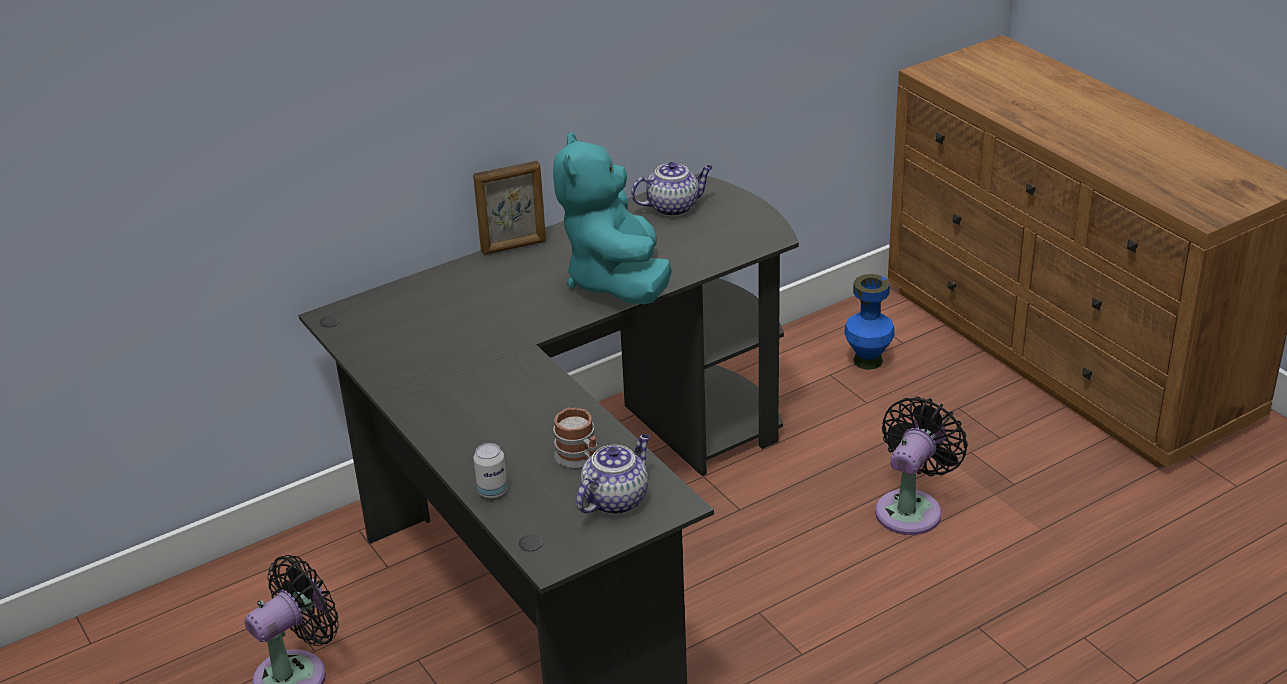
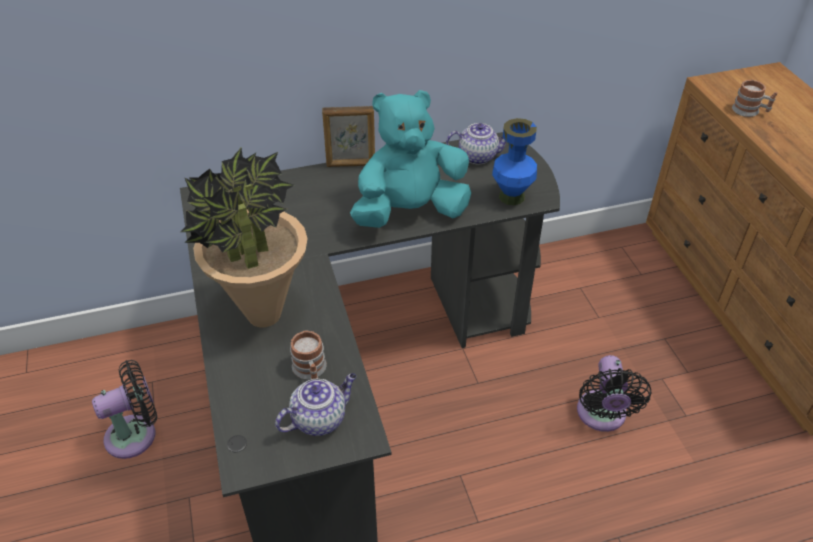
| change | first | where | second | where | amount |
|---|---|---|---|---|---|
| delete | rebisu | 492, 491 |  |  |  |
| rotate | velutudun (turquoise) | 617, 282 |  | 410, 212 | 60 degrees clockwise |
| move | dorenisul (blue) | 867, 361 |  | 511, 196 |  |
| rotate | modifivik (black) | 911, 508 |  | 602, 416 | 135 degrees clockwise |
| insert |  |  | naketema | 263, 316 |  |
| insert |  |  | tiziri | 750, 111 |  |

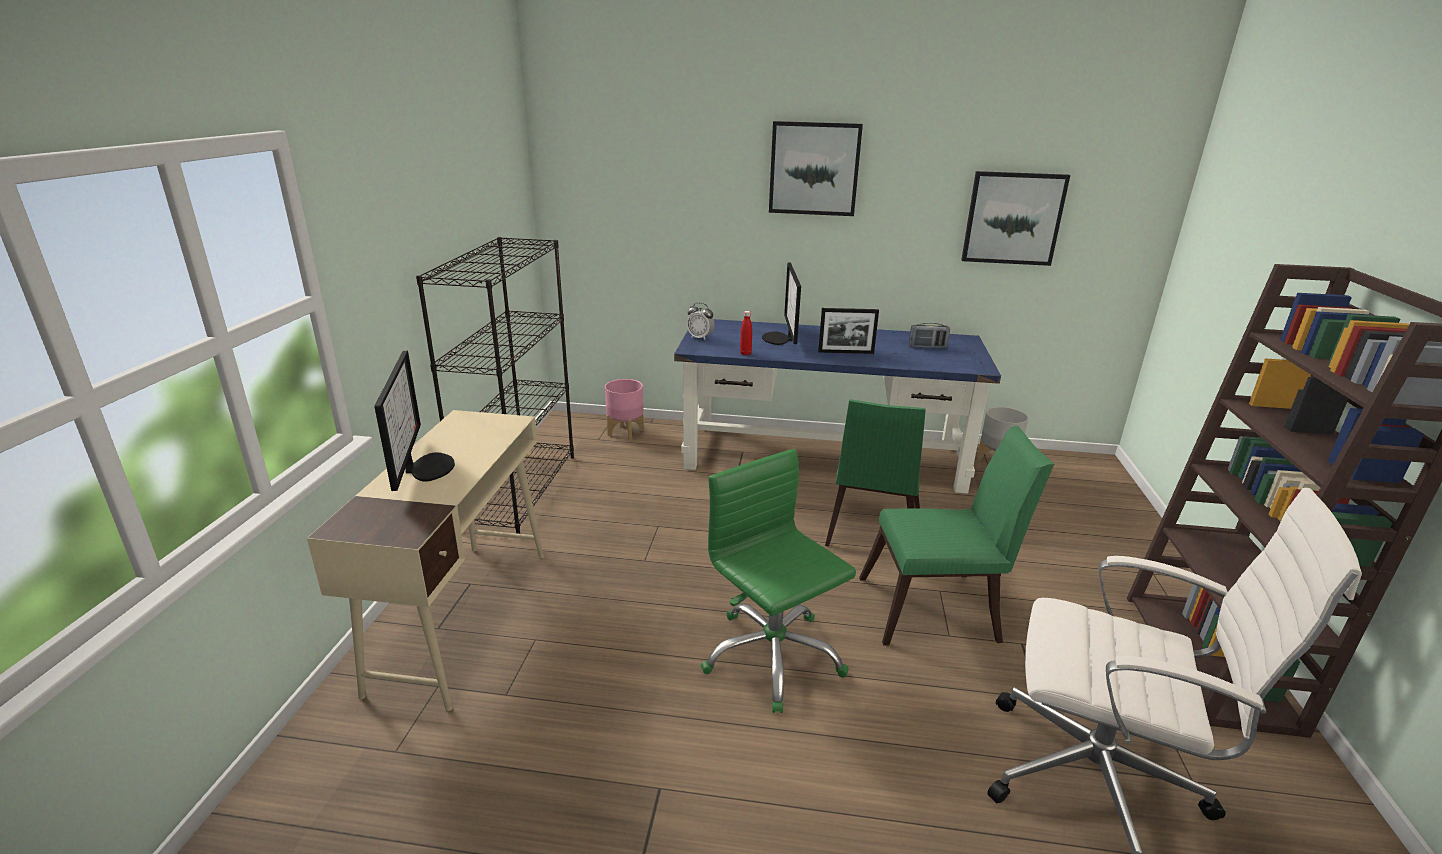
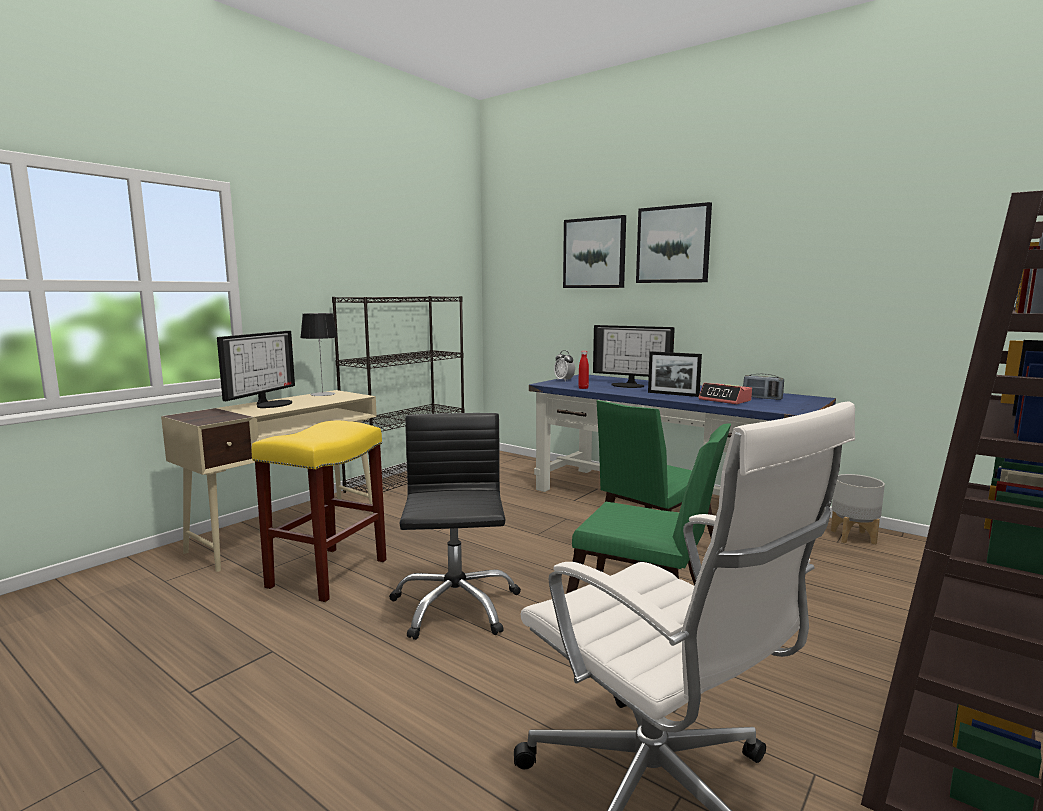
| change | first | where | second | where | amount |
|---|---|---|---|---|---|
| delete | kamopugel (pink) | 625, 432 |  |  |  |
| recolor | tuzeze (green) | 772, 656 | tuzeze (black) | 455, 606 |  |
| rotate | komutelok | 780, 338 |  | 629, 385 | 90 degrees counterclockwise |
| move | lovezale | 1013, 218 |  | 594, 253 |  |
| insert |  |  | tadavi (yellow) | 328, 574 |  |
| insert |  |  | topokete | 322, 394 |  |
| insert |  |  | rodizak | 725, 400 |  |

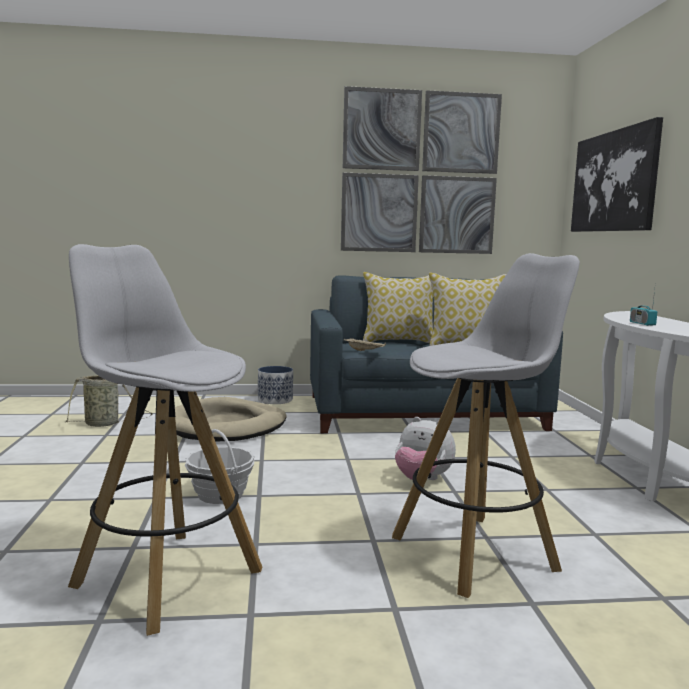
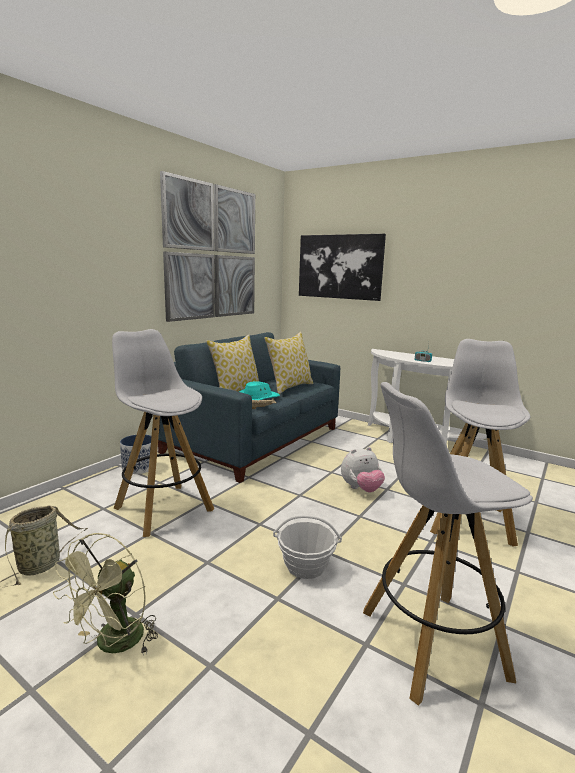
| change | first | where | second | where | amount |
|---|---|---|---|---|---|
| replace | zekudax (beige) | 226, 426 | tadavi (white) | 163, 508 |  |
| insert |  |  | modifivik (green) | 113, 644 |  |
| insert |  |  | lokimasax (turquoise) | 257, 398 |  |

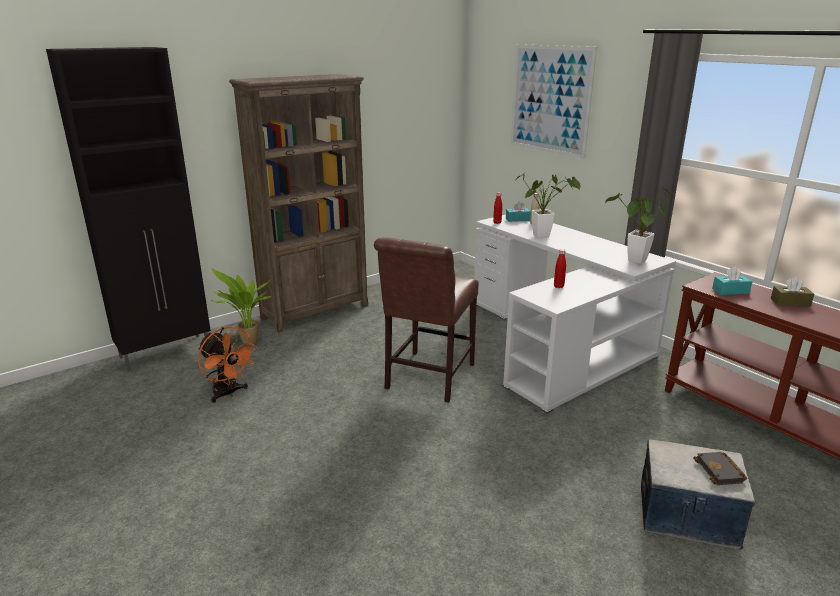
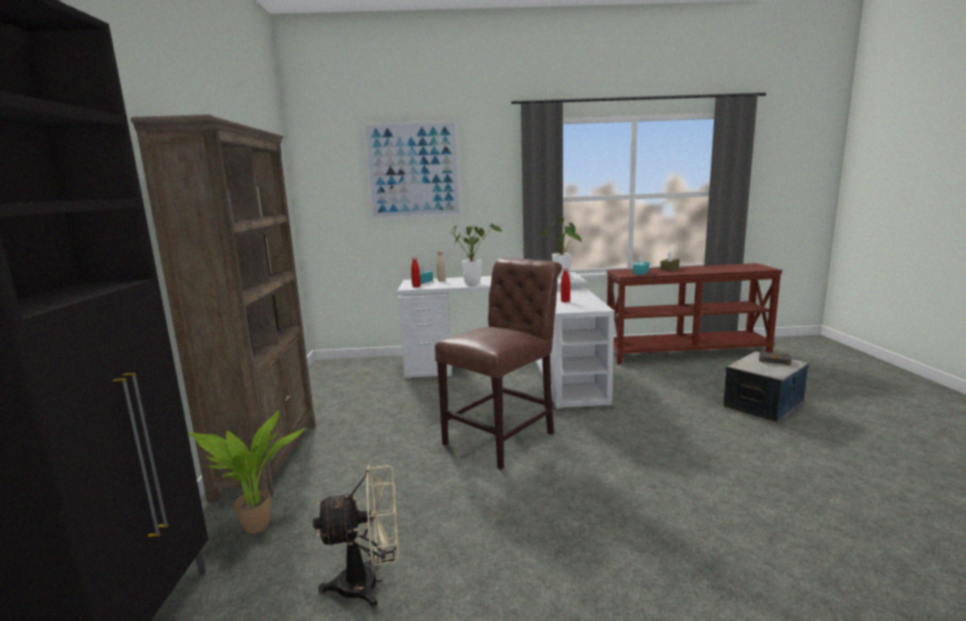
| change | first | where | second | where | amount |
|---|---|---|---|---|---|
| recolor | modifivik (orange) | 228, 393 | modifivik (beige) | 369, 583 |  |
| rotate | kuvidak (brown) | 427, 378 |  | 504, 436 | 105 degrees counterclockwise |

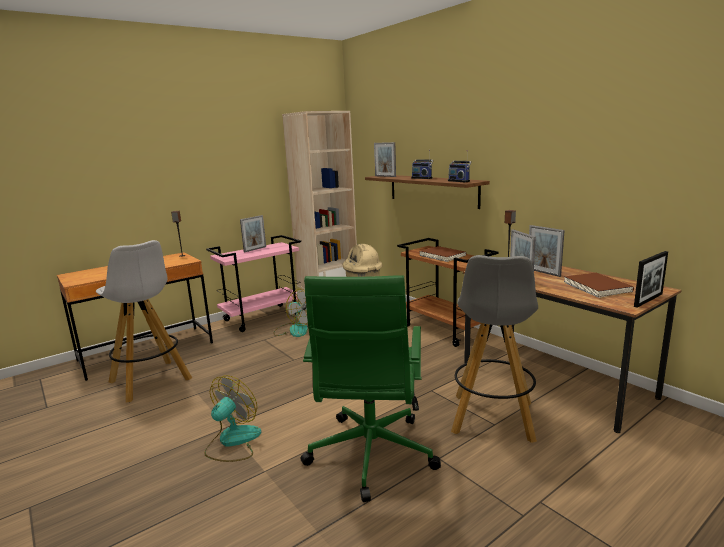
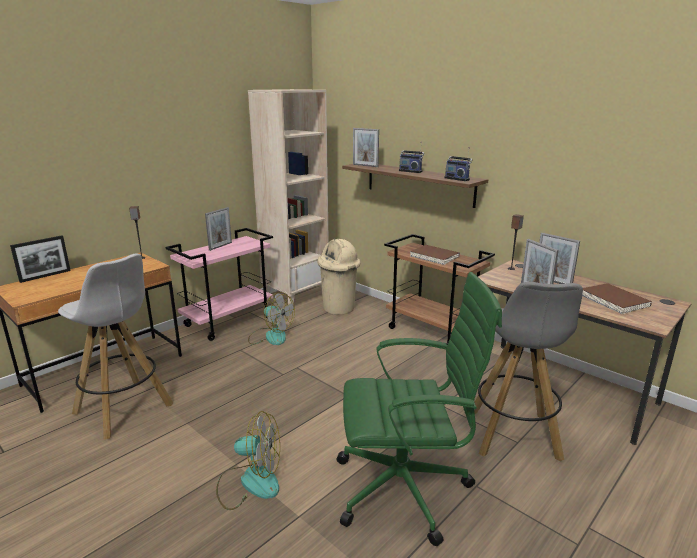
| change | first | where | second | where | amount |
|---|---|---|---|---|---|
| rotate | modifivik | 232, 442 |  | 250, 482 | 75 degrees clockwise |
| rotate | tuzeze (green) | 370, 456 |  | 406, 488 | 90 degrees counterclockwise |
| move | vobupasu | 648, 300 |  | 45, 276 |  |

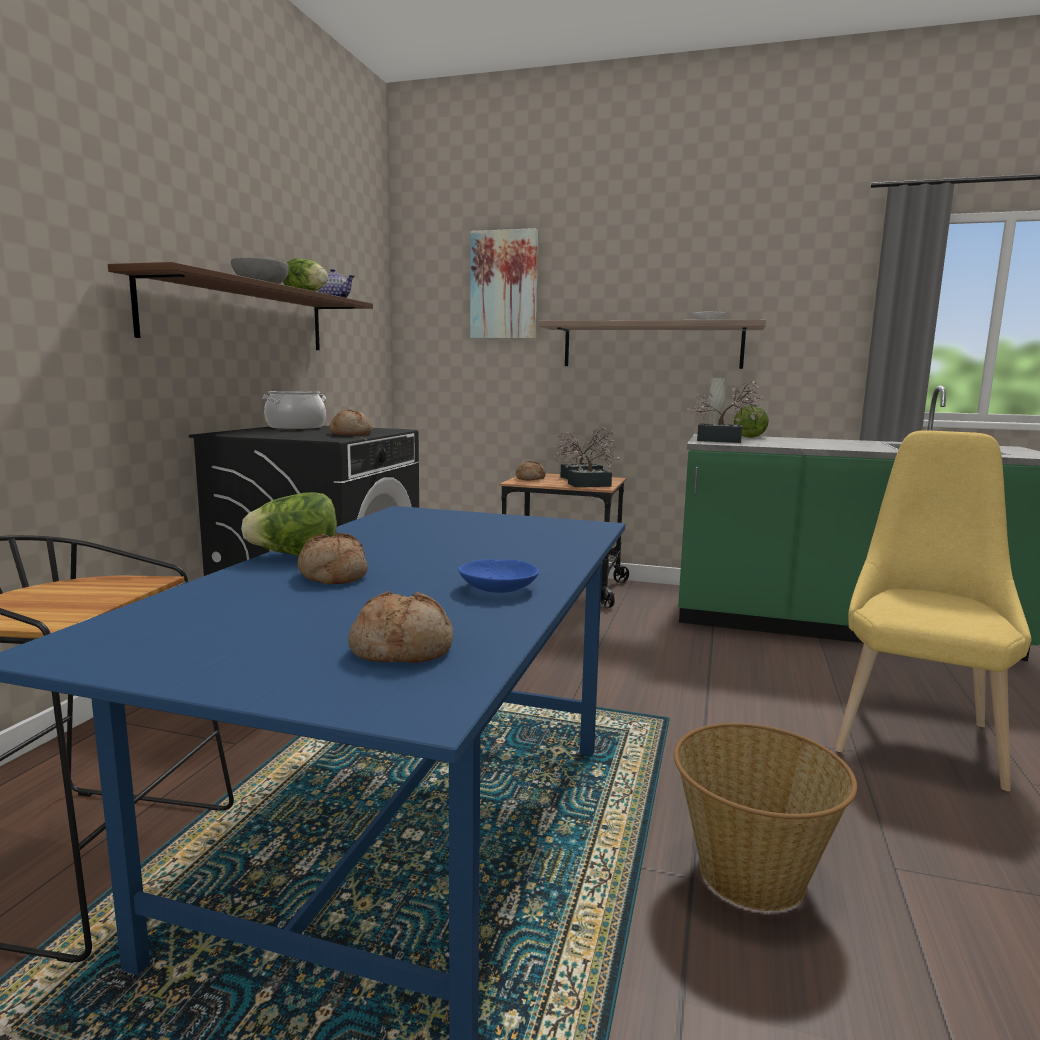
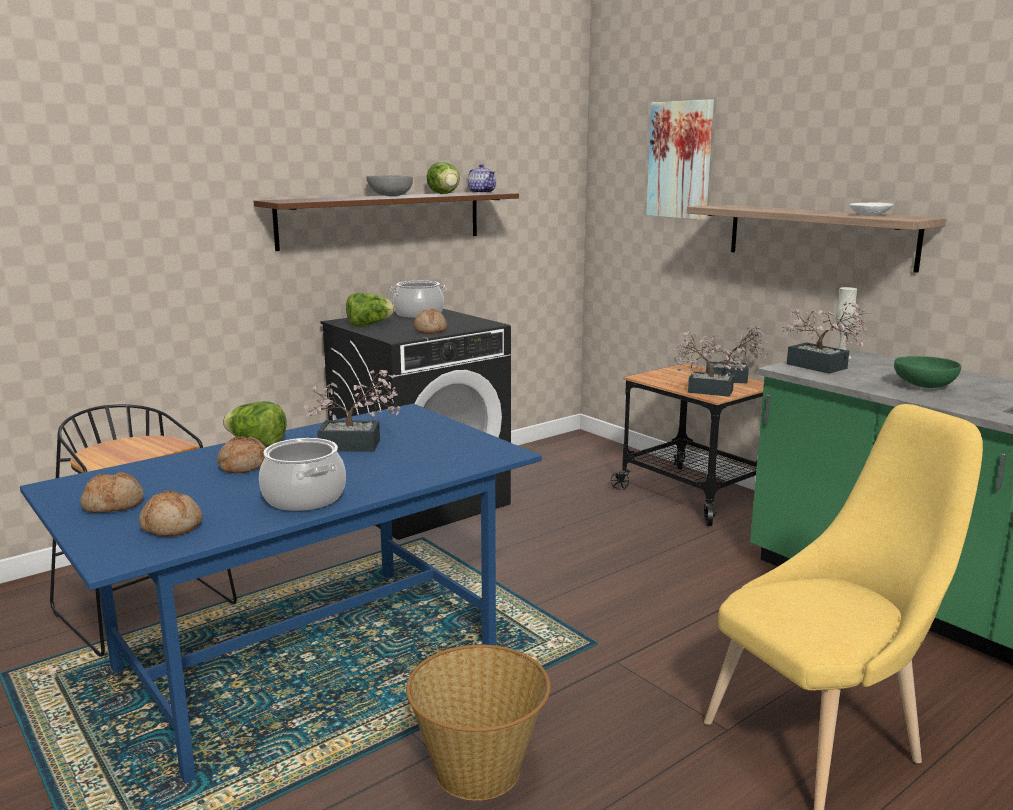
| change | first | where | second | where | amount |
|---|---|---|---|---|---|
| replace | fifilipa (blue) | 499, 588 | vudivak | 305, 498 |  |
| move | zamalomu | 530, 478 |  | 114, 504 |  |
| move | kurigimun | 751, 437 |  | 369, 325 |  |
| insert |  |  | naketema | 357, 445 |  |
| insert |  |  | fifilipa (green) | 923, 387 |  |

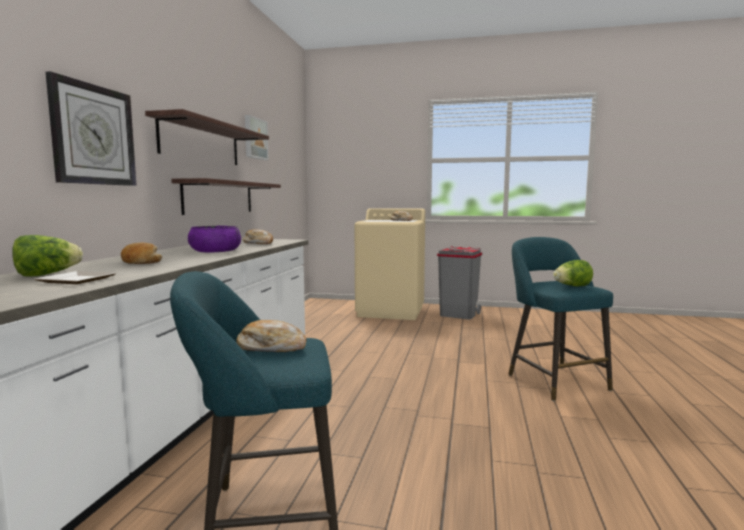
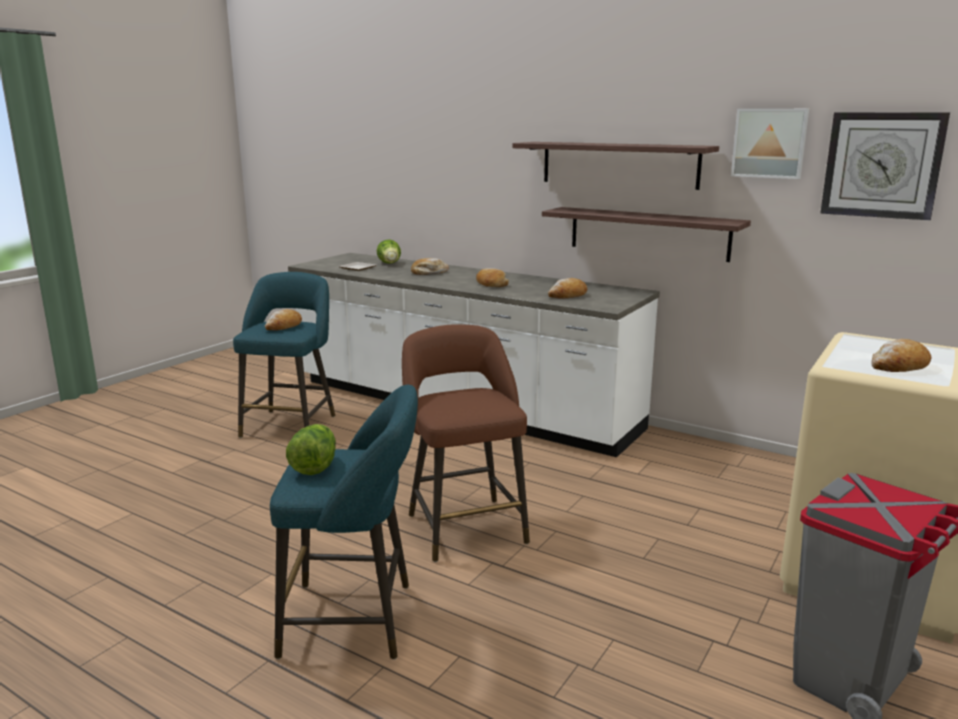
| change | first | where | second | where | amount |
|---|---|---|---|---|---|
| move | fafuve | 93, 135 |  | 882, 165 |  |
| replace | fifilipa (purple) | 215, 251 | zamalomu | 491, 284 |  |
| insert |  |  | tadavi (brown) | 464, 525 |  |

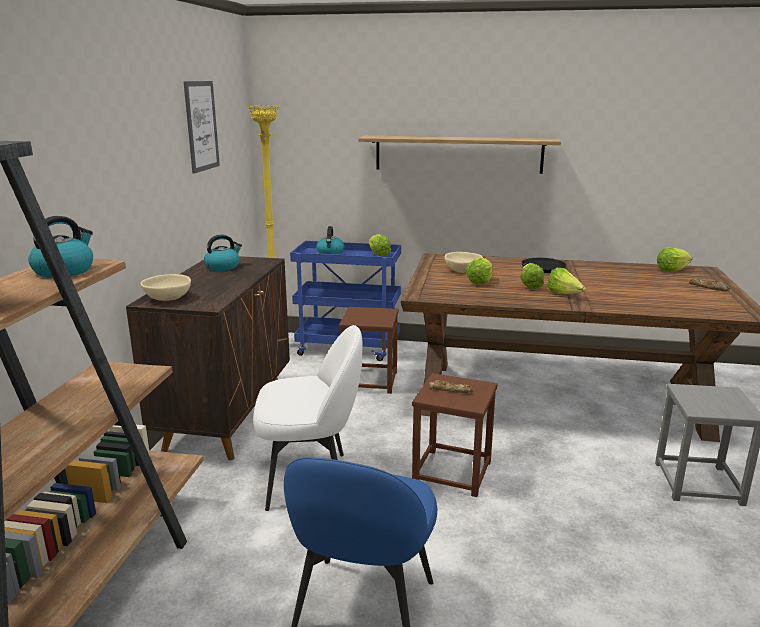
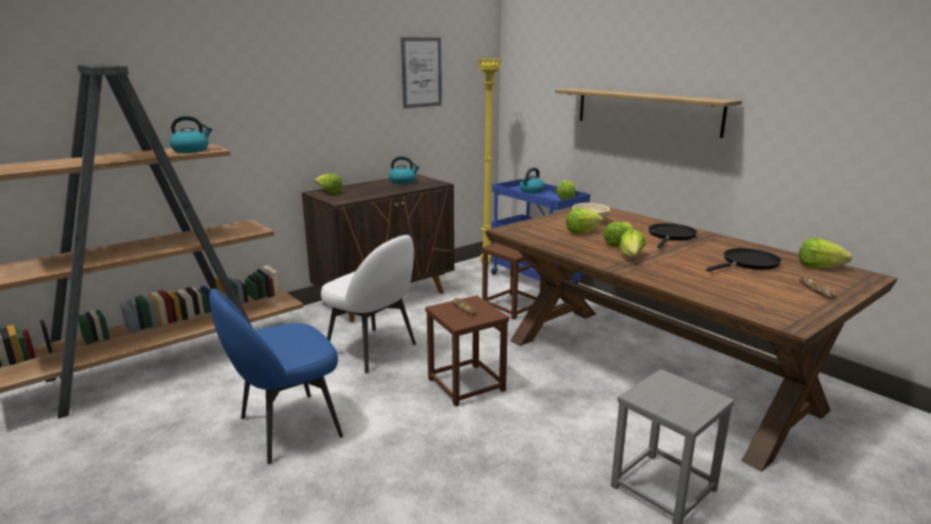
| change | first | where | second | where | amount |
|---|---|---|---|---|---|
| replace | fifilipa (beige) | 168, 298 | kurigimun | 329, 193 |  |
| insert |  |  | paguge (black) | 748, 263 |  |

